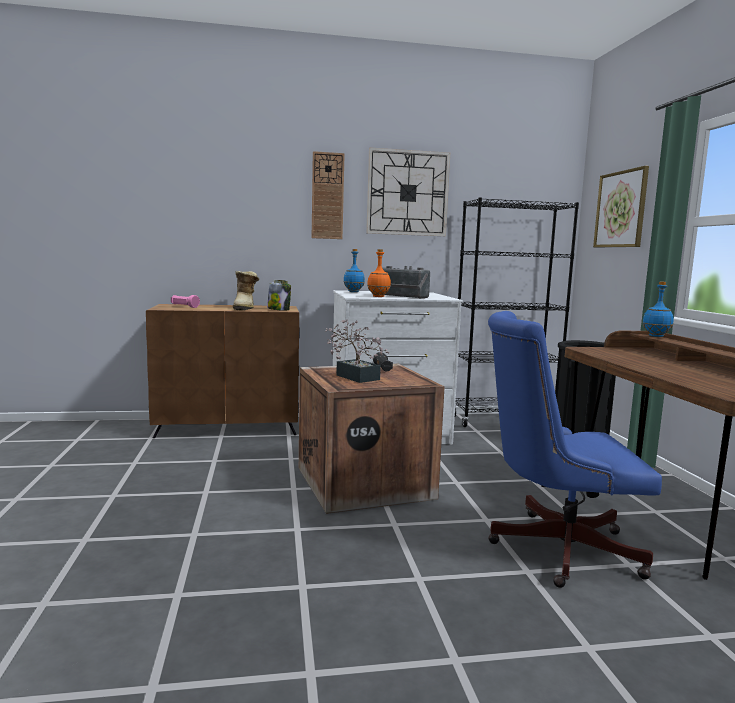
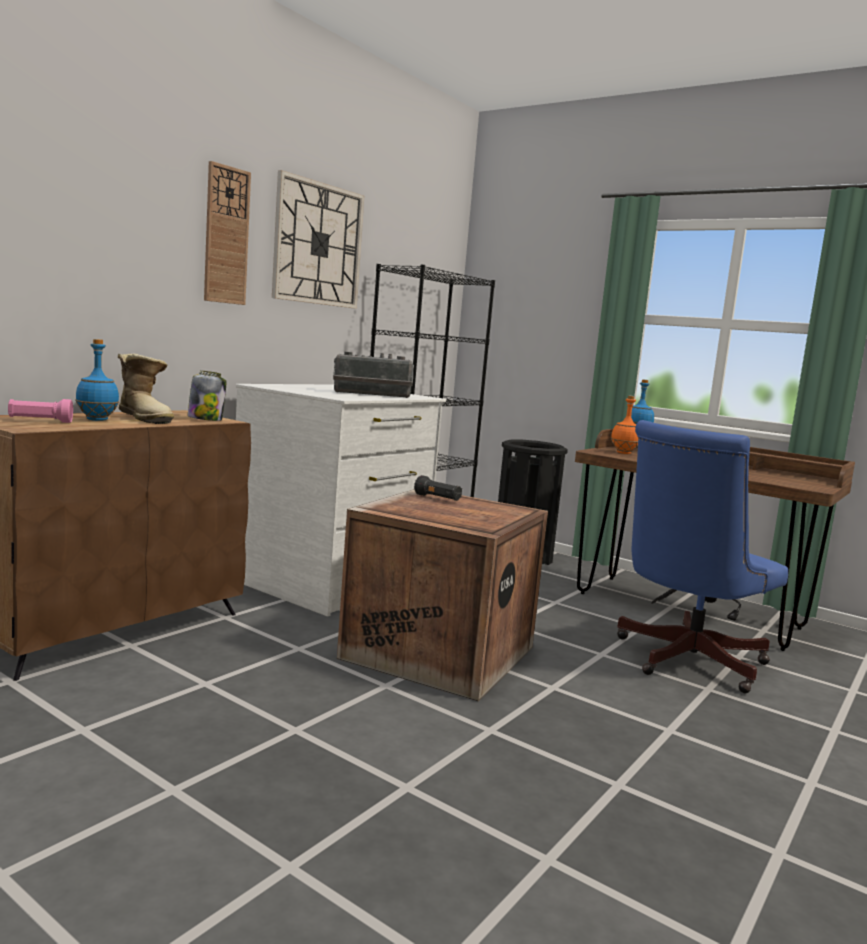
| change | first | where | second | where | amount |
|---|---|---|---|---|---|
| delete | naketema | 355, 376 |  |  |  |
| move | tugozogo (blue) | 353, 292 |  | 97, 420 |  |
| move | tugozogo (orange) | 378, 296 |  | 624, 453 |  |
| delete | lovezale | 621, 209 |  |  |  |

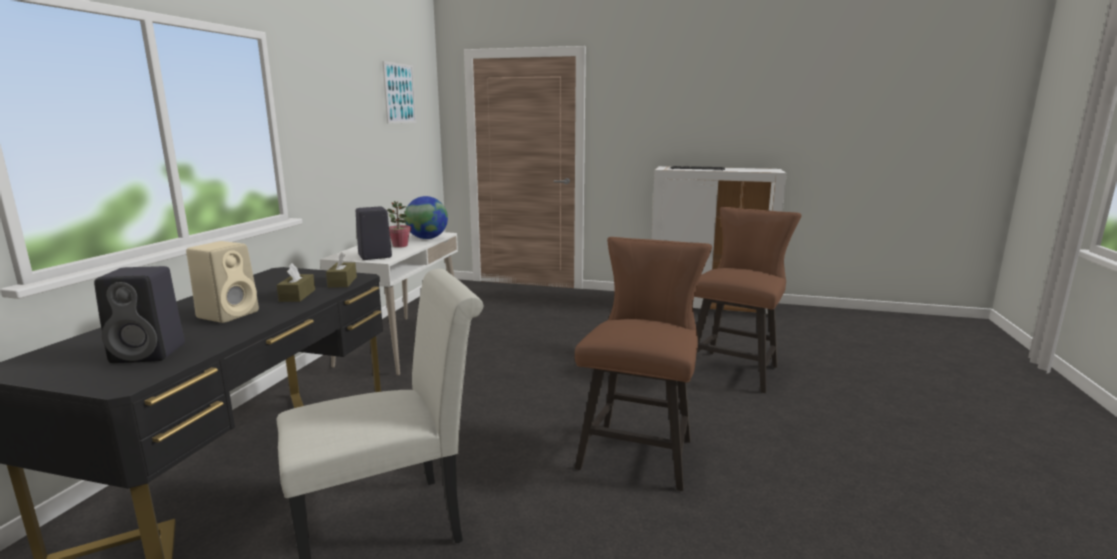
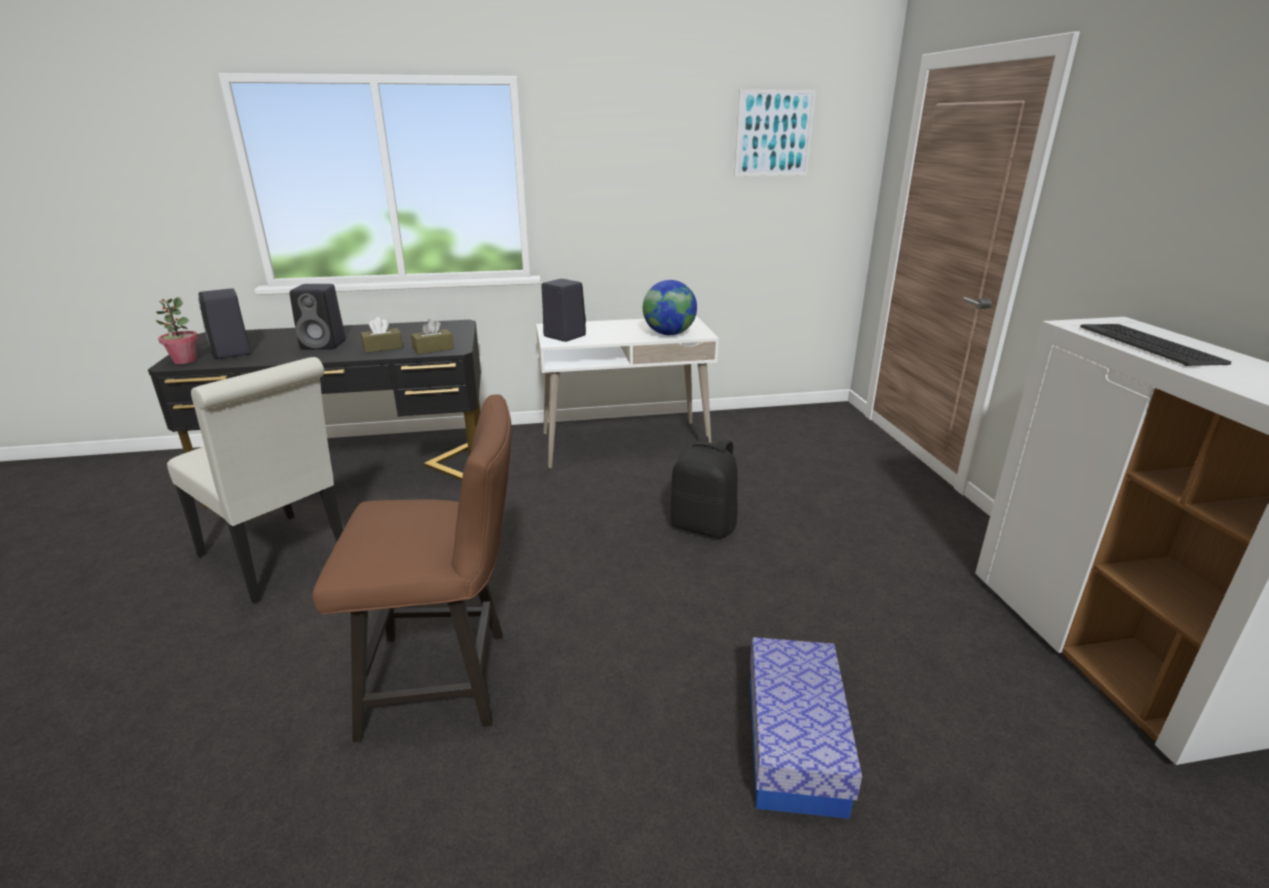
| change | first | where | second | where | amount |
|---|---|---|---|---|---|
| recolor | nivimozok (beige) | 229, 314 | nivimozok (black) | 325, 345 |  |
| move | naketema | 400, 246 |  | 185, 360 |  |
| replace | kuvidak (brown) | 735, 368 | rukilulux | 794, 743 |  |
| insert |  |  | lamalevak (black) | 704, 526 |  |

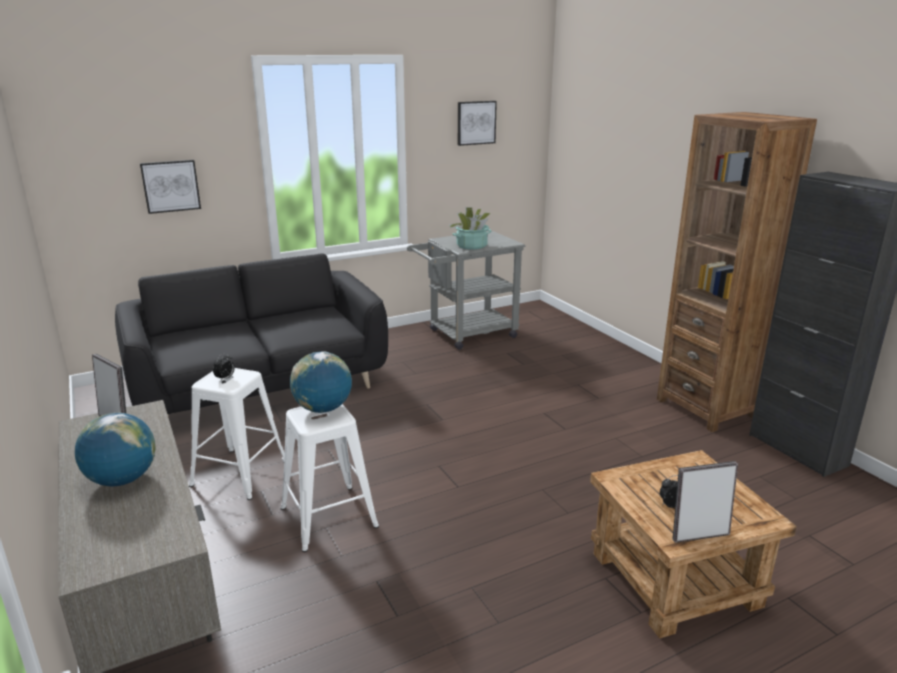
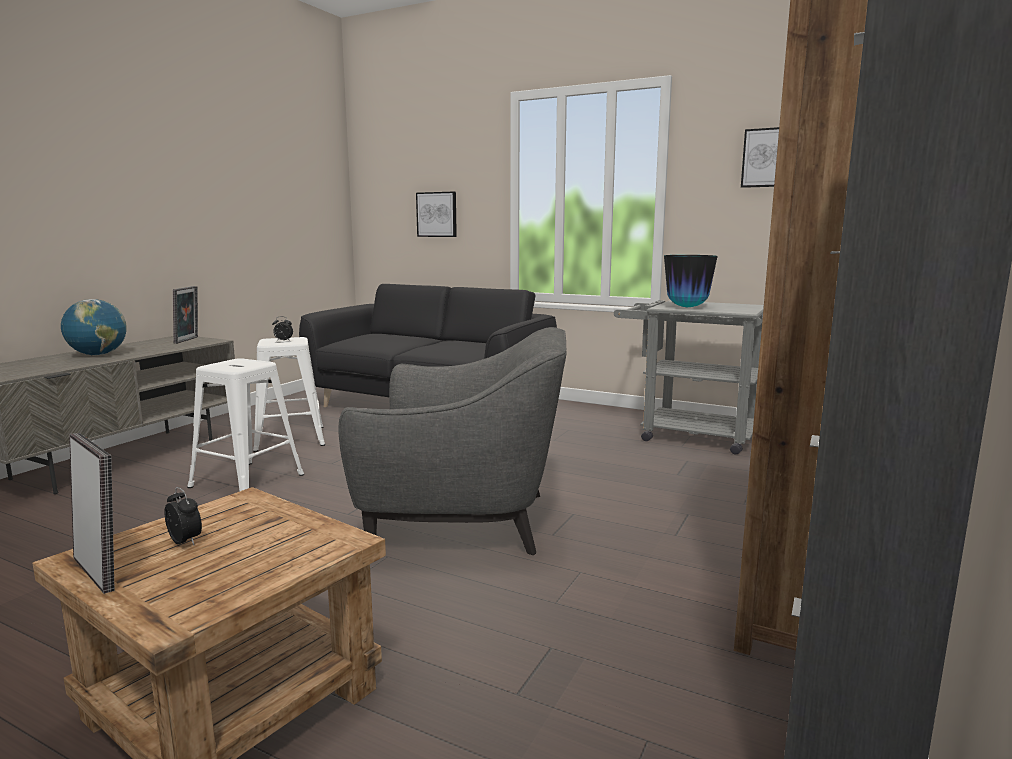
| change | first | where | second | where | amount |
|---|---|---|---|---|---|
| delete | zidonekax | 323, 409 |  |  |  |
| replace | naketema | 471, 246 | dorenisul | 687, 307 |  |
| insert |  |  | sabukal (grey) | 464, 520 |  |

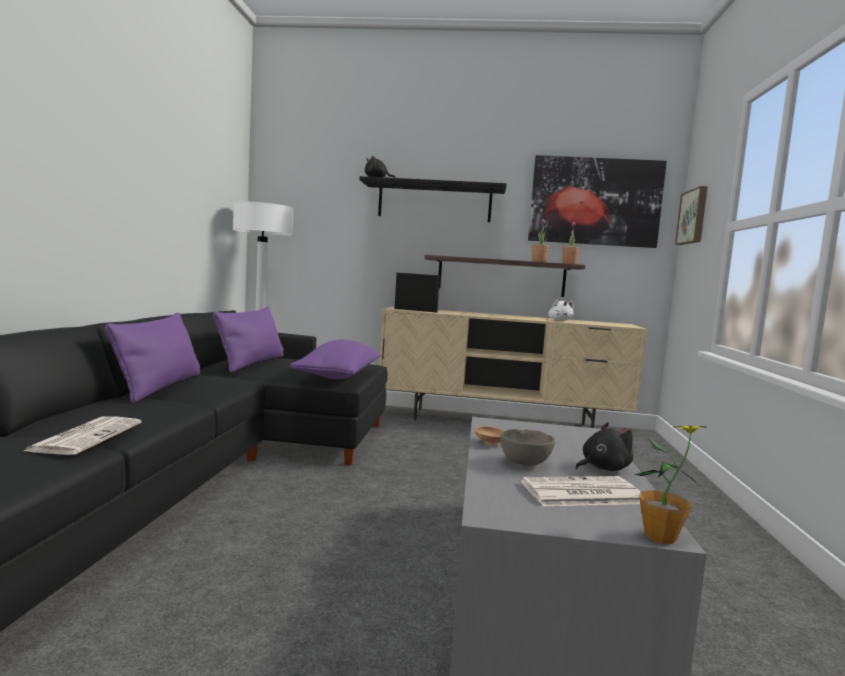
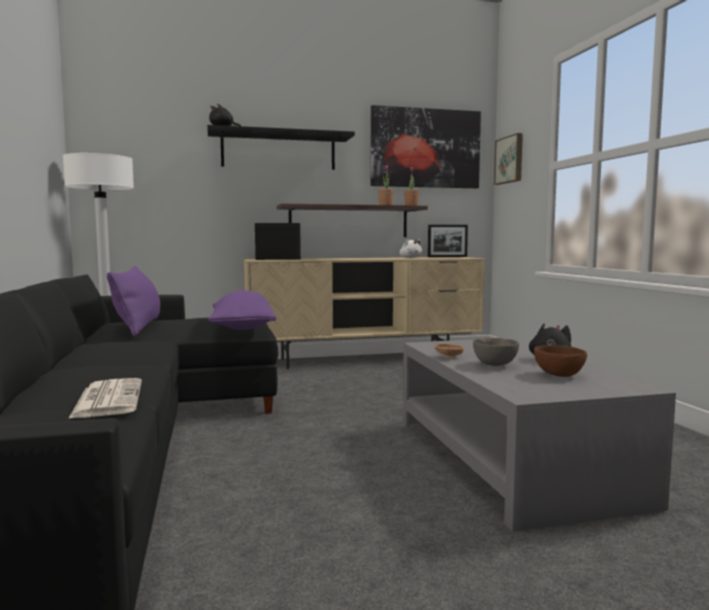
| change | first | where | second | where | amount |
|---|---|---|---|---|---|
| delete | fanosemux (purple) | 160, 386 |  |  |  |
| replace | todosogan | 580, 493 | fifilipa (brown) | 559, 375 |  |
| delete | naketema | 660, 537 |  |  |  |
| insert |  |  | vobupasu | 447, 257 |  |

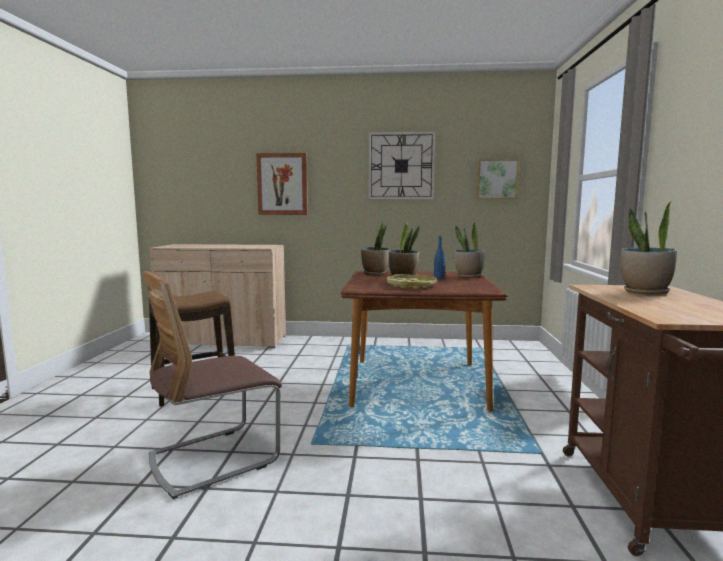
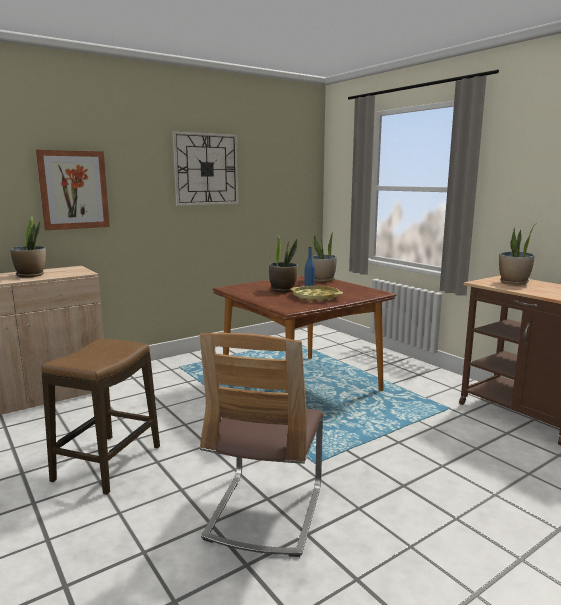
| change | first | where | second | where | amount |
|---|---|---|---|---|---|
| move | naketema | 375, 273 |  | 31, 275 |  |
| delete | lovezale | 497, 179 |  |  |  |

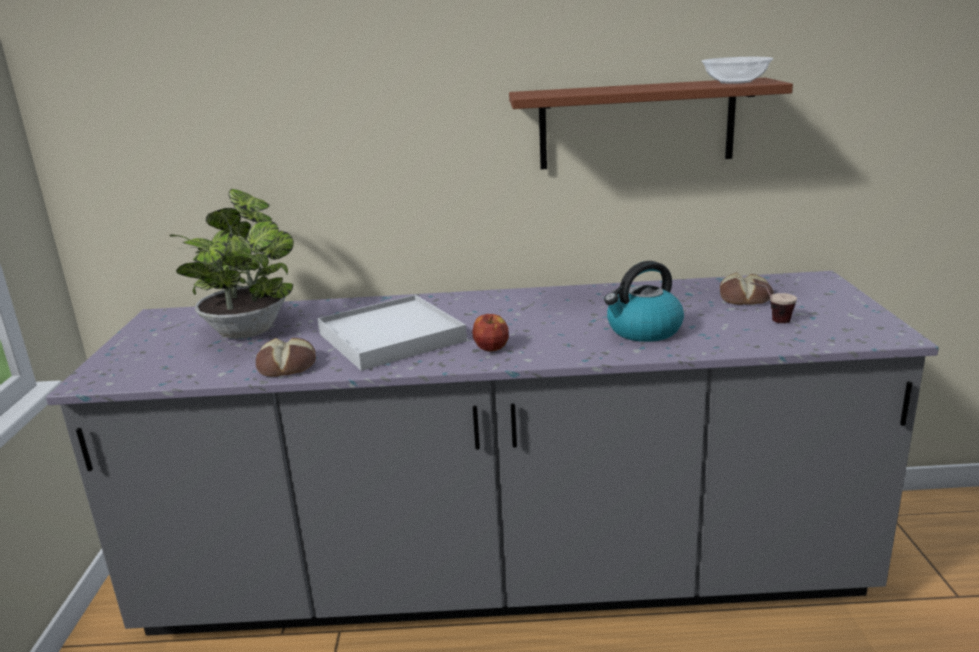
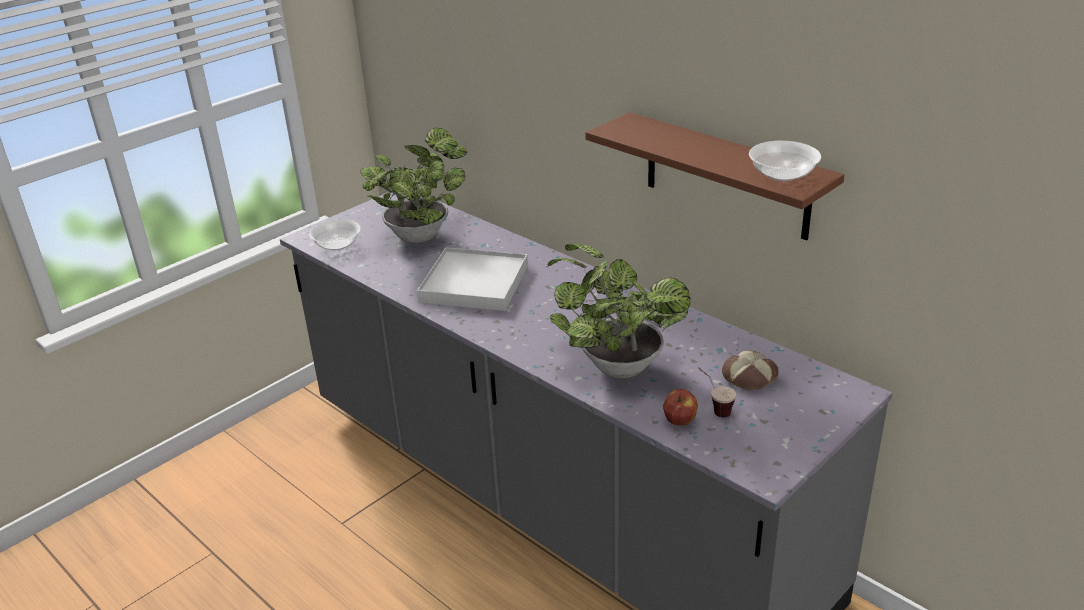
| change | first | where | second | where | amount |
|---|---|---|---|---|---|
| delete | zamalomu | 288, 365 |  |  |  |
| move | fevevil | 491, 348 |  | 680, 420 |  |
| replace | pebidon | 643, 331 | naketema | 615, 365 |  |
| insert |  |  | fifilipa | 337, 245 |  |

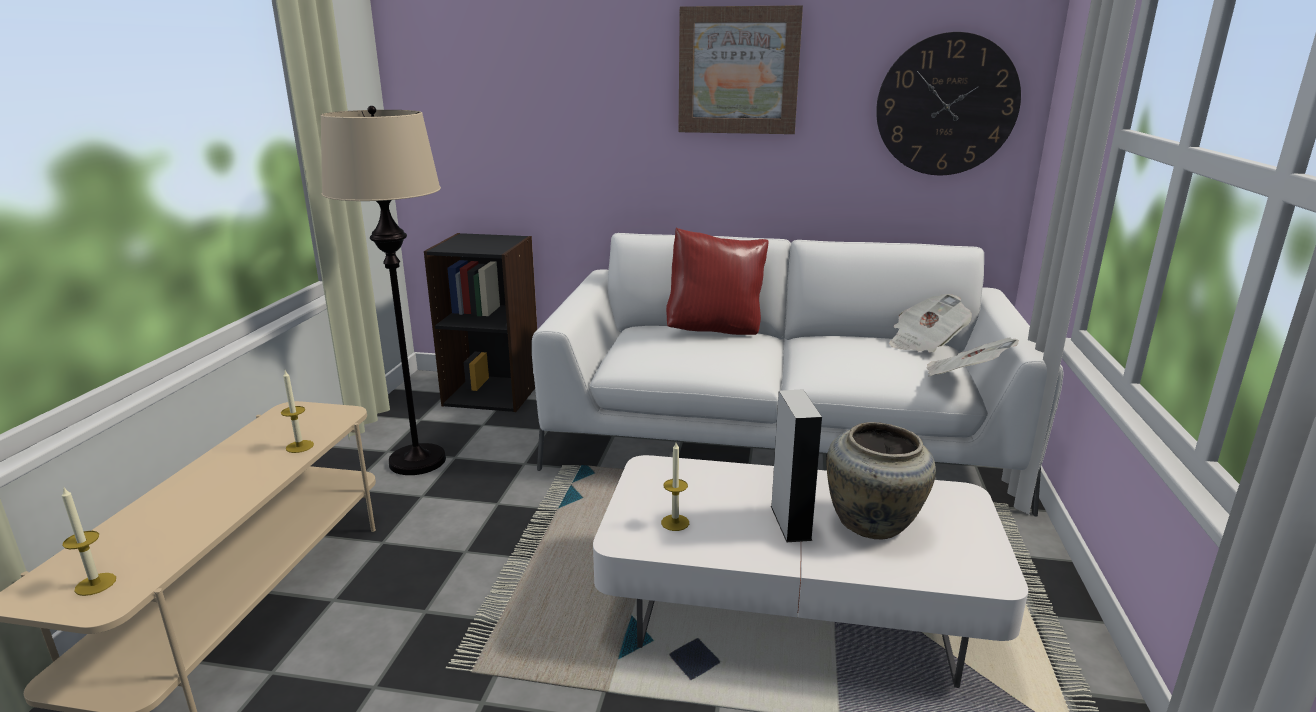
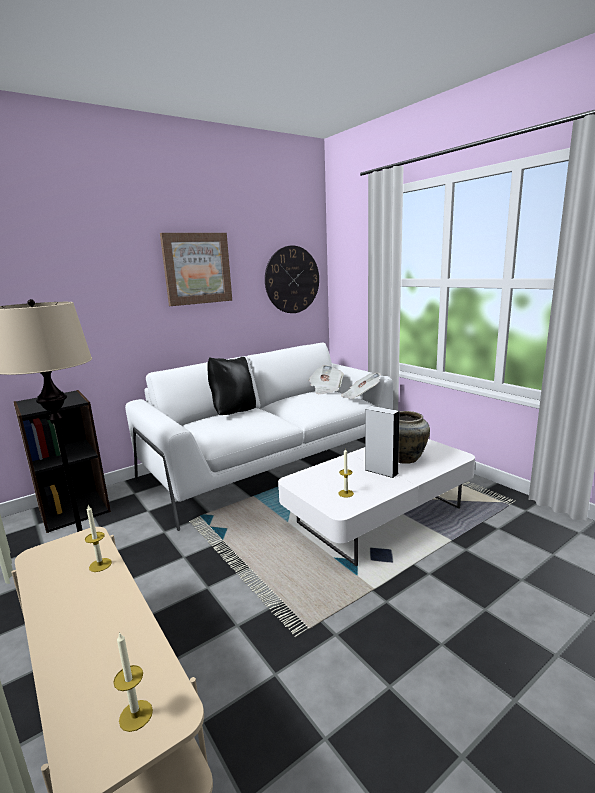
| change | first | where | second | where | amount |
|---|---|---|---|---|---|
| recolor | fanosemux (red) | 715, 331 | fanosemux (black) | 234, 413 |  |

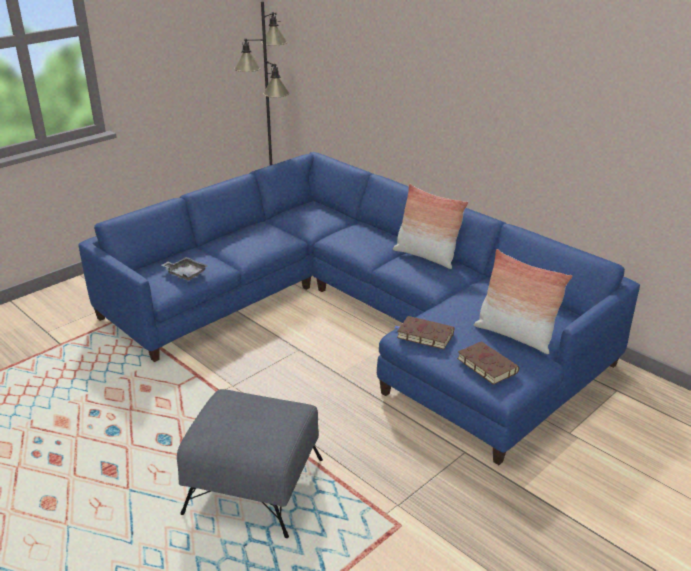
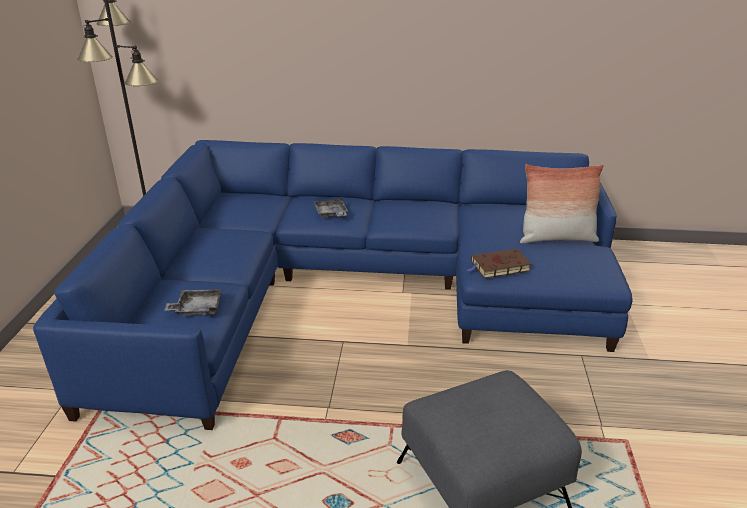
| change | first | where | second | where | amount |
|---|---|---|---|---|---|
| delete | fanosemux | 426, 256 |  |  |  |
| delete | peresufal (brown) | 485, 365 |  |  |  |
| insert |  |  | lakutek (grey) | 331, 214 |  |

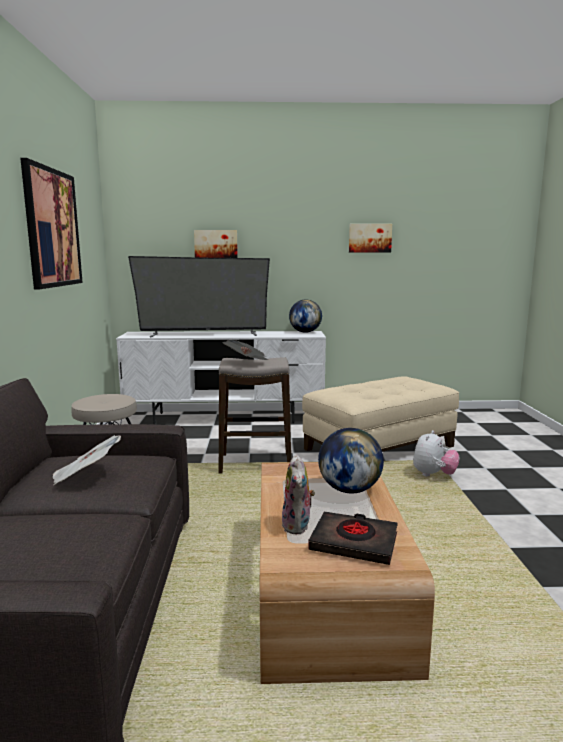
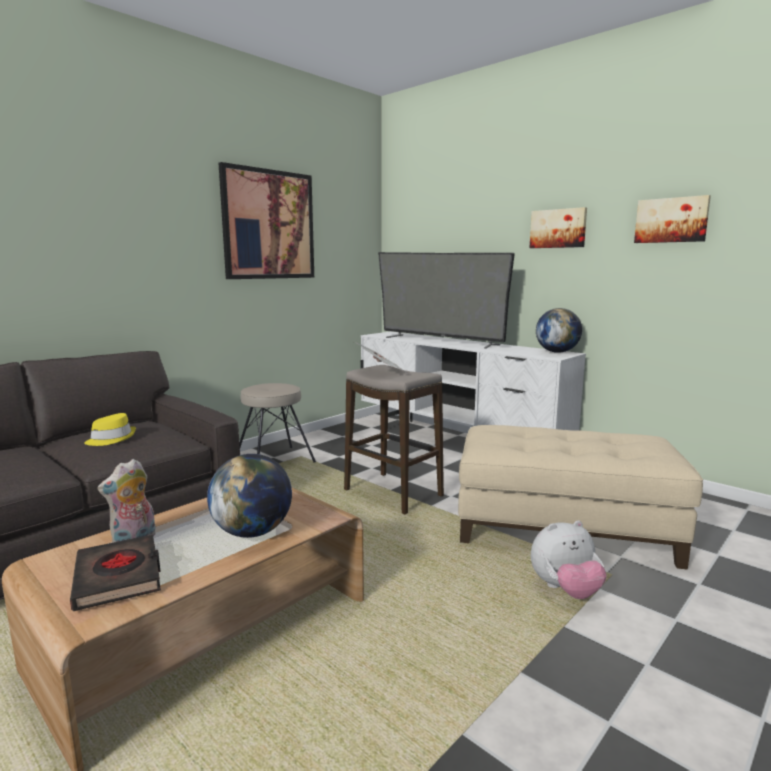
| change | first | where | second | where | amount |
|---|---|---|---|---|---|
| replace | todosogan | 85, 477 | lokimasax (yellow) | 111, 439 |  |
| move | lovezale | 216, 244 |  | 558, 228 |  |

